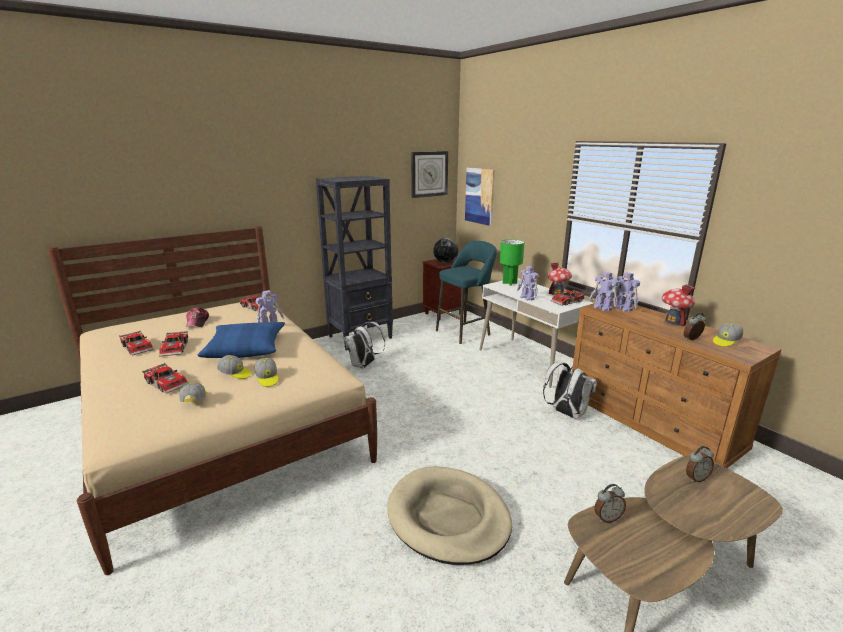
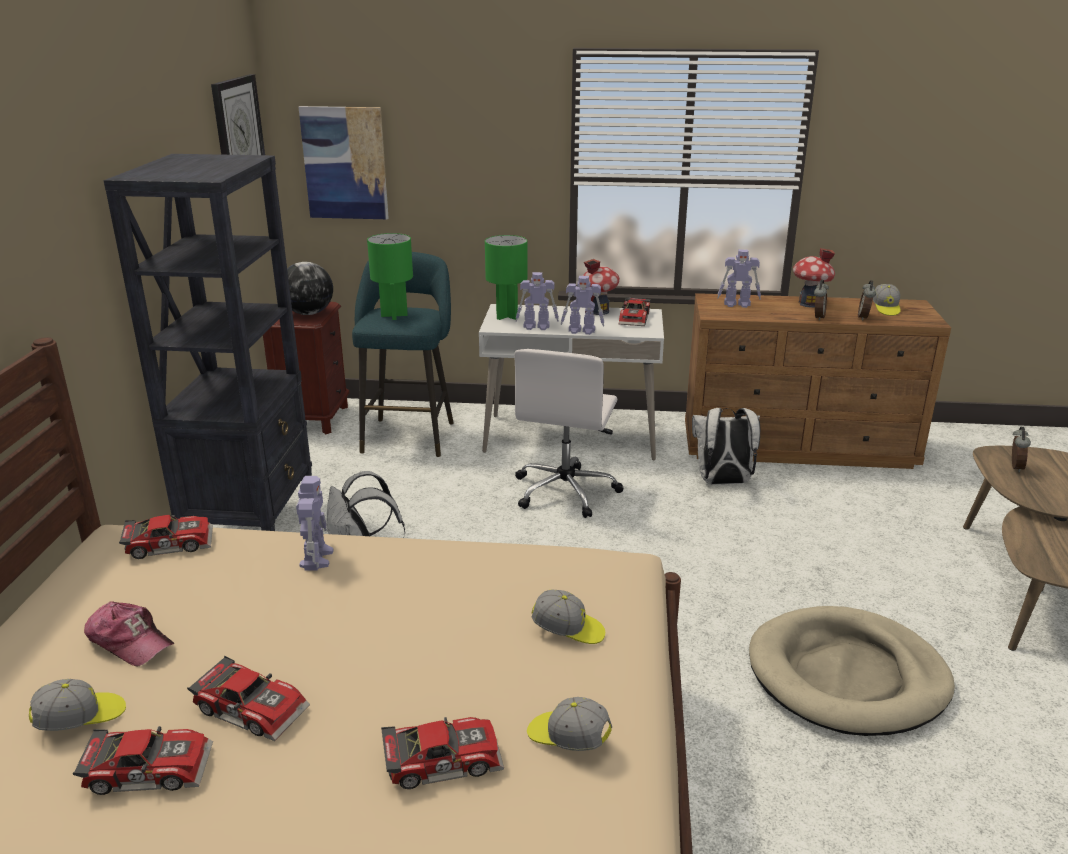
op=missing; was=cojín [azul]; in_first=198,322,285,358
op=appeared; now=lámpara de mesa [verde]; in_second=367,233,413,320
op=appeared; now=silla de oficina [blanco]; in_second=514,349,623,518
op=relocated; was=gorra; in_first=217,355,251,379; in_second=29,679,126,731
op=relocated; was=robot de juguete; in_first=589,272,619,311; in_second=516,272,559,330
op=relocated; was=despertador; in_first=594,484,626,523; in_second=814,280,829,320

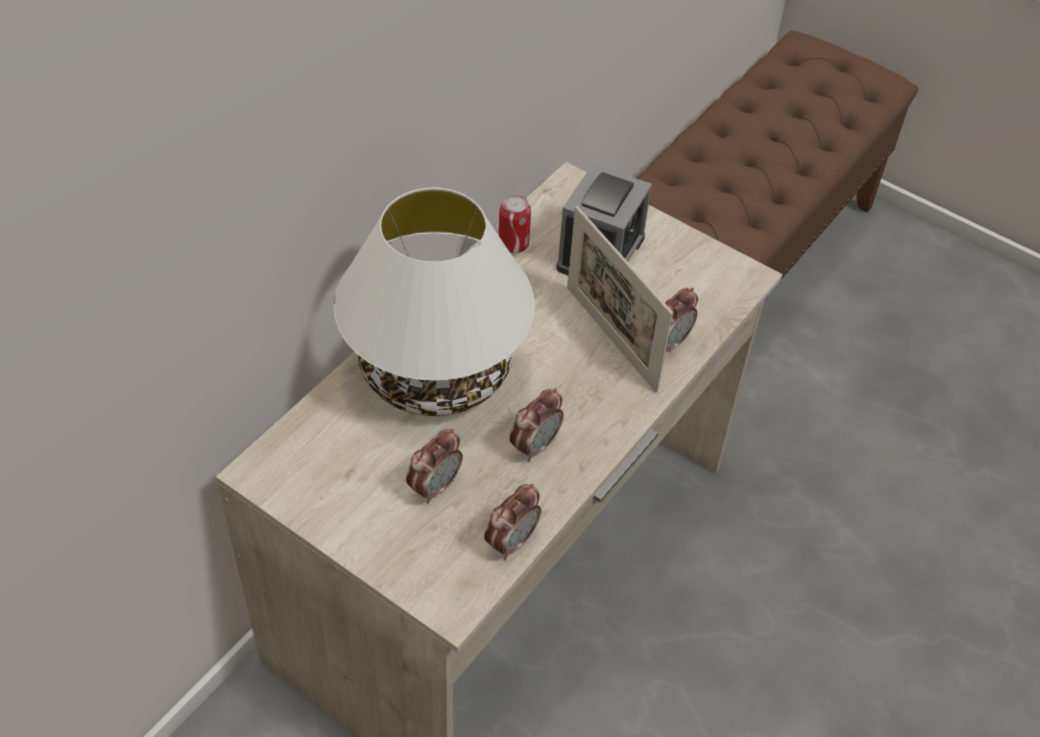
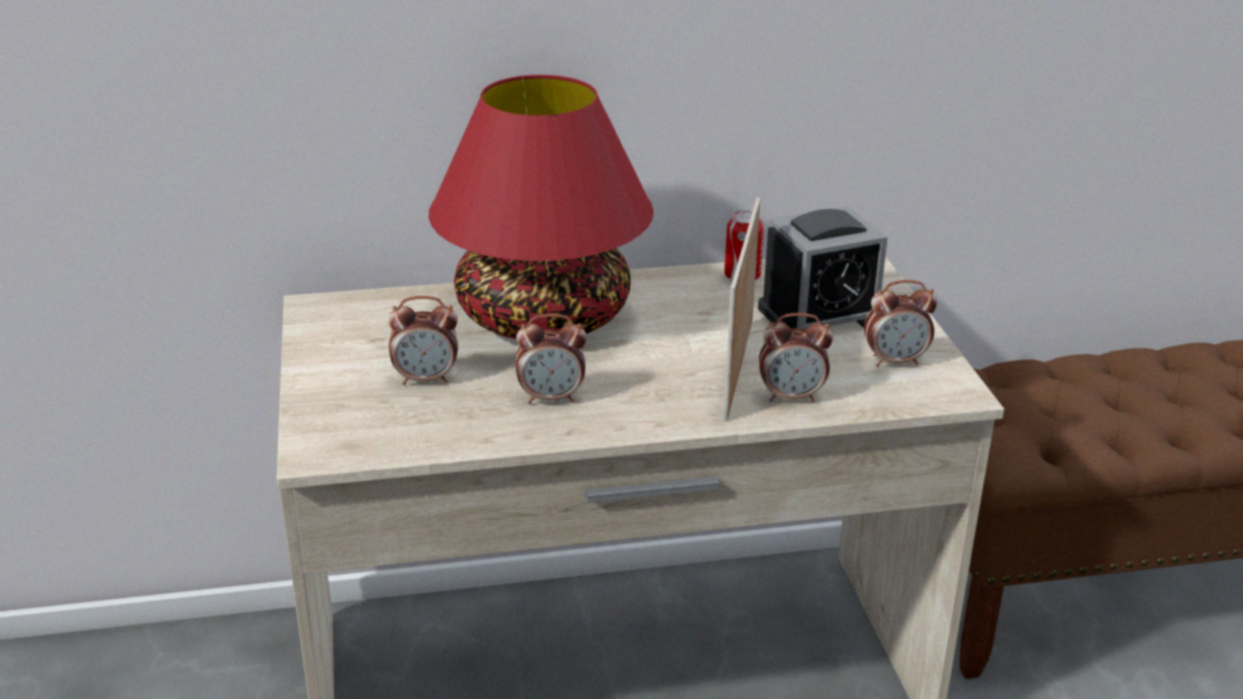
op=relocated; was=despertador; in_first=484,484,541,560; in_second=864,280,937,367
op=colour; was=lámpara de mesa [blanco]; now=lámpara de mesa [rojo]; in_first=334,188,535,416; in_second=429,75,654,339

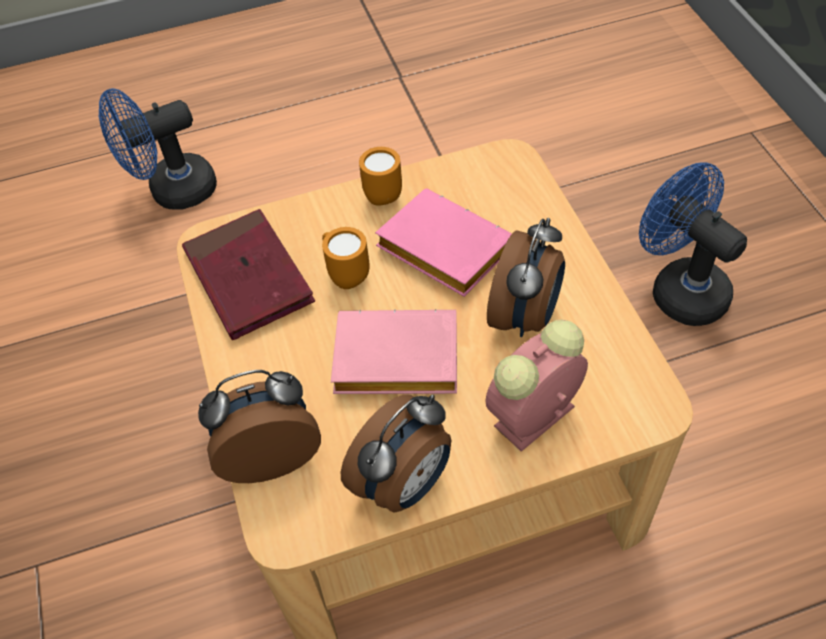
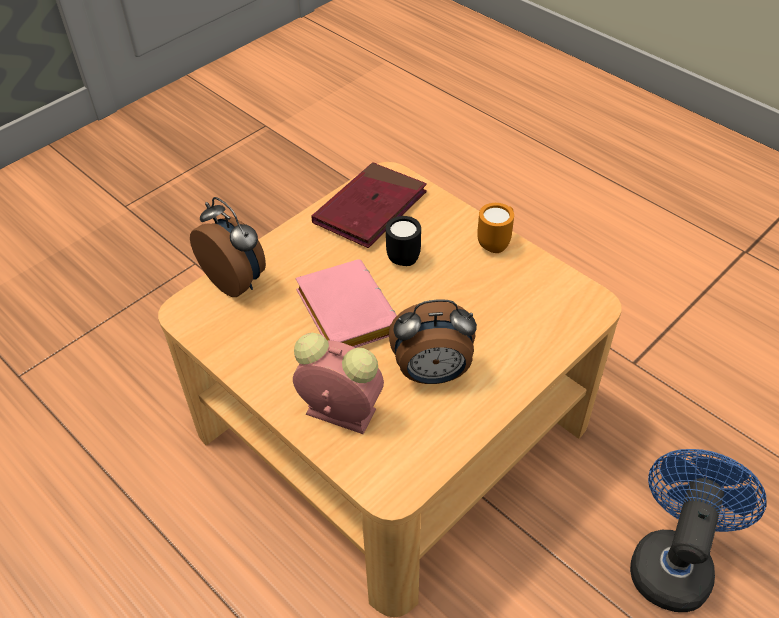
op=missing; was=ventilador [azul]; in_first=99,88,217,210
op=missing; was=despertador; in_first=341,394,451,513
op=missing; was=libro [rosa]; in_first=375,188,512,297
op=colour; was=taza grande [naranja]; now=taza grande [negro]; in_first=322,227,370,289; in_second=386,216,421,266

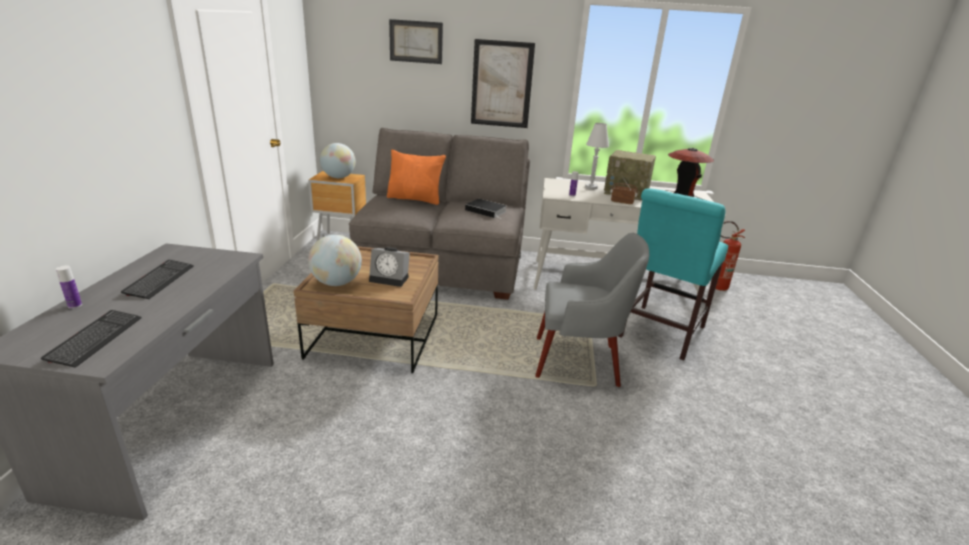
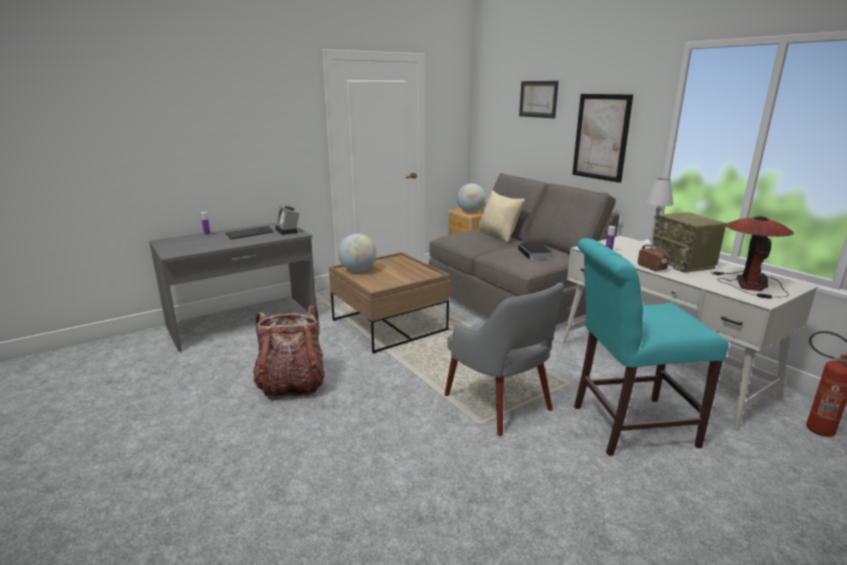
op=missing; was=teclado; in_first=41,310,142,368
op=appeared; now=mochila; in_second=253,305,325,401
op=relocated; was=despertador; in_first=369,247,410,287; in_second=275,206,299,235
op=colour; was=cojín [naranja]; now=cojín [beis]; in_first=387,150,446,205; in_second=479,190,525,242

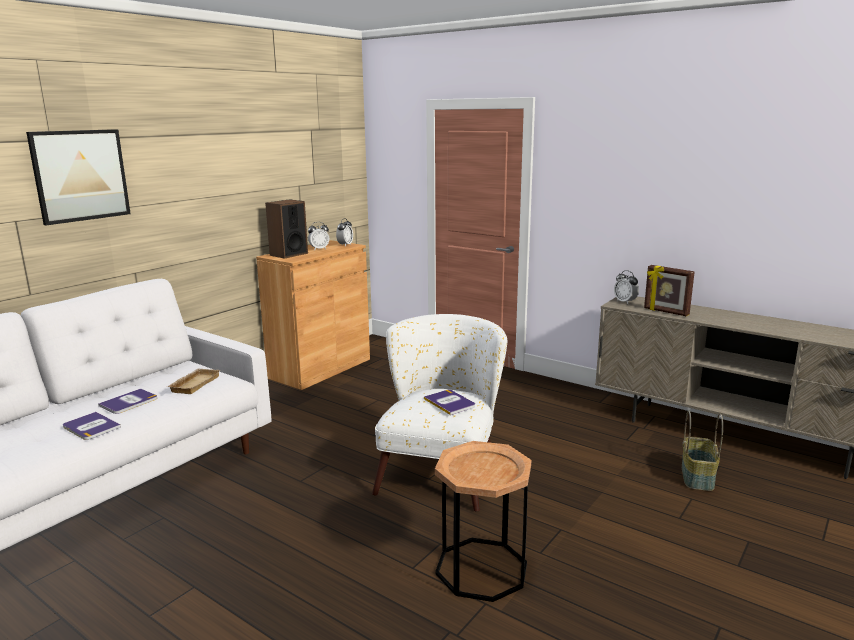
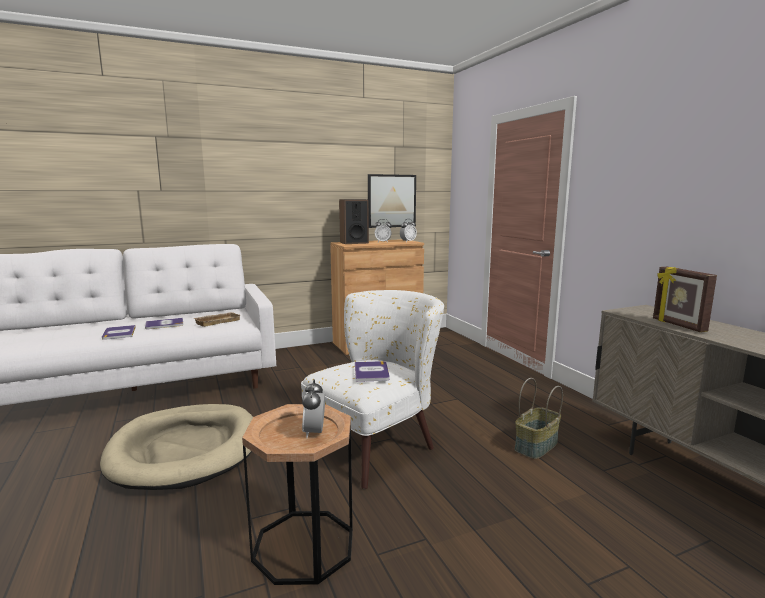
op=appeared; now=cama para perro [beis]; in_second=100,404,253,490
op=relocated; was=cuadro; in_first=26,129,131,225; in_second=368,174,416,228
op=relocated; was=despertador; in_first=614,270,639,304; in_second=302,379,325,438
op=relocated; was=cesta; in_first=682,411,723,491; in_second=515,378,563,459

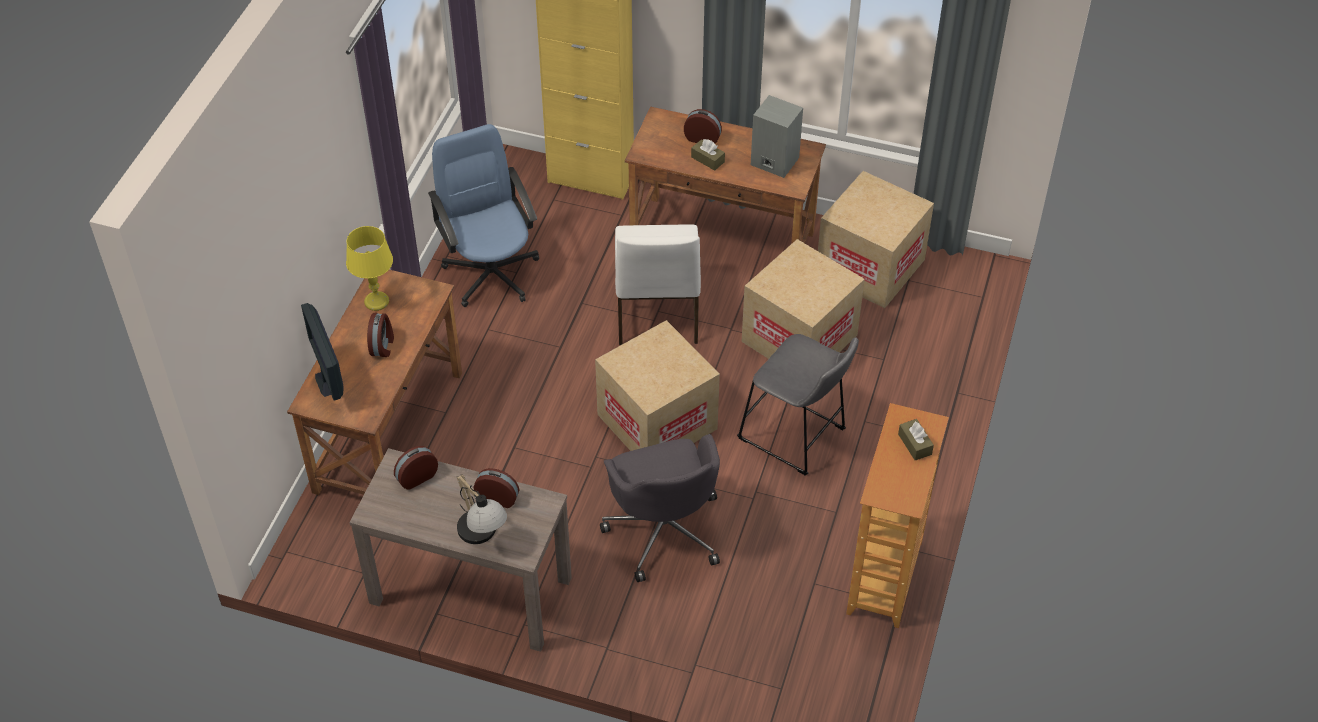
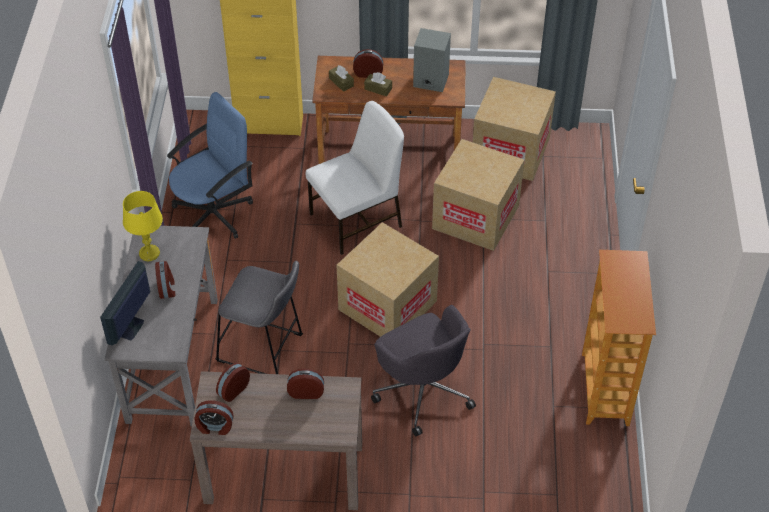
op=missing; was=lámpara de mesa; in_first=457,474,507,544
op=appeared; now=despertador; in_second=194,400,234,435
op=relocated; was=taburete [gris]; in_first=737,334,859,476; in_second=215,261,303,374
op=relocated; was=caja de pañuelos [marrón]; in_first=898,419,934,460; in_second=329,65,354,92
op=colour; was=escritorio [marrón]; now=escritorio [gris]; in_first=287,270,462,495; in_second=105,226,218,426
op=spun; was=monitor; in_first=301,303,344,401; in_second=100,261,150,345; clockwise=60
op=spun; was=silla de oficina [azul]; in_first=428,124,539,307; in_second=167,92,253,239; clockwise=90
op=spun; was=silla [blanco]; in_first=615,225,701,345; in_second=306,101,404,255; clockwise=-105

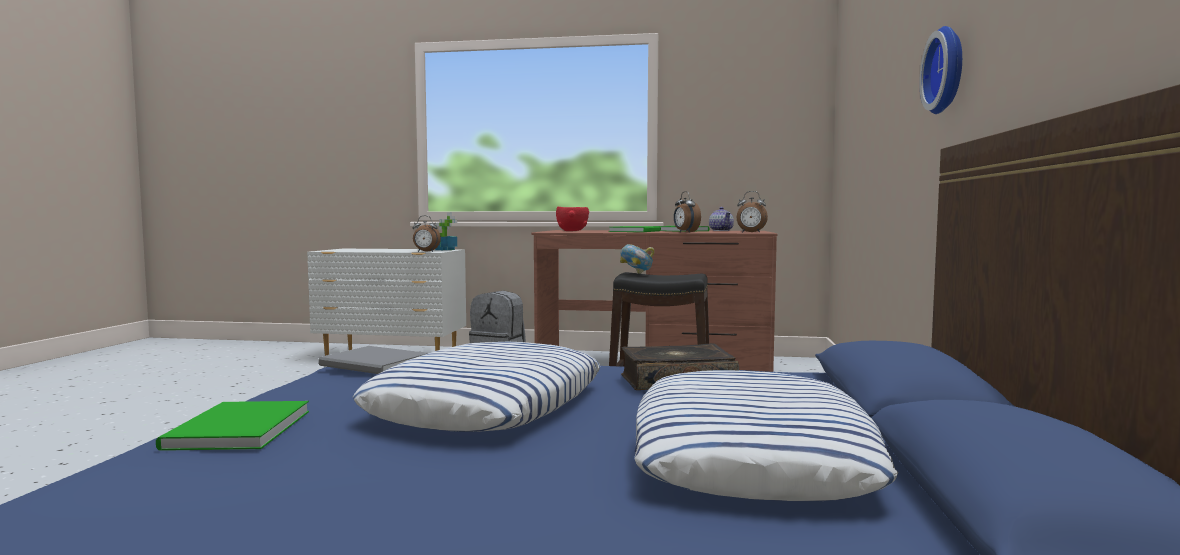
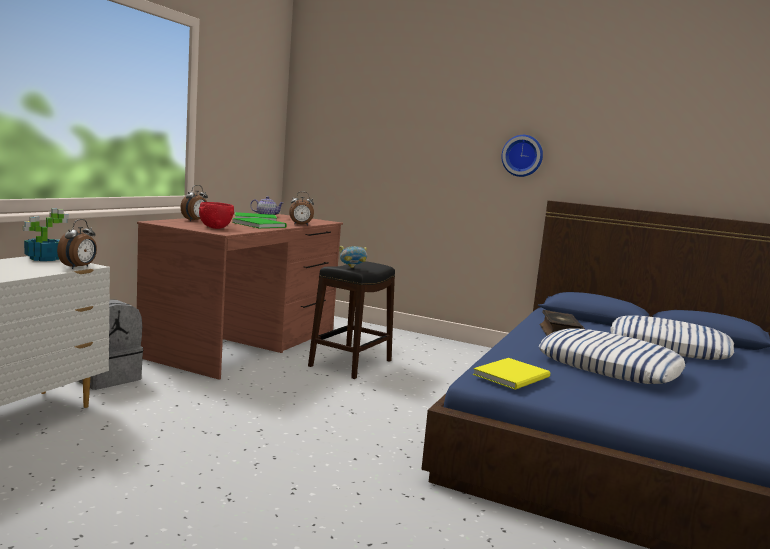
op=missing; was=libro [verde]; in_first=156,401,309,451
op=relocated; was=despertador; in_first=737,191,768,232; in_second=181,185,208,221
op=colour; was=libro [gris]; now=libro [amarillo]; in_first=318,346,428,374; in_second=473,358,550,390

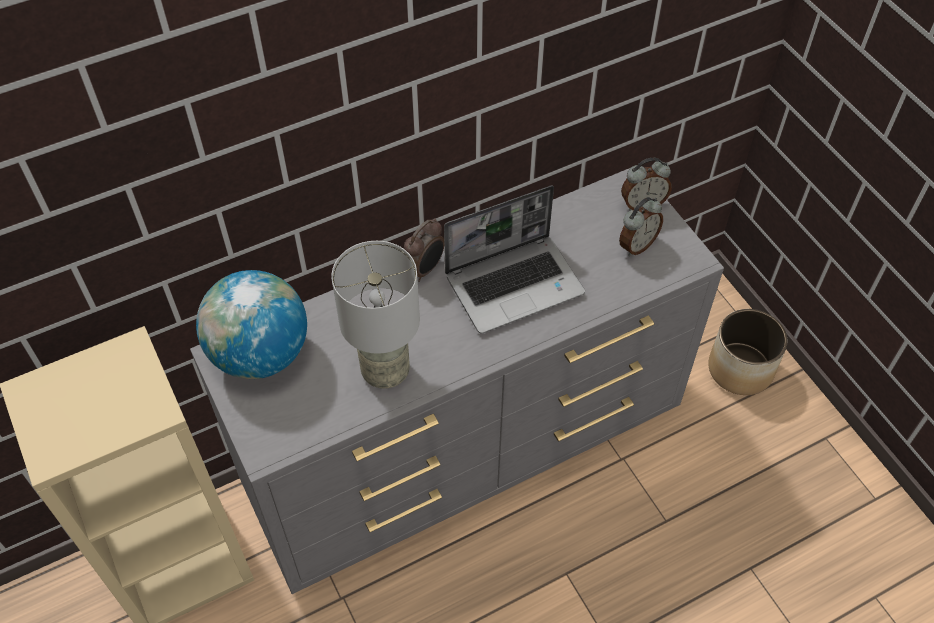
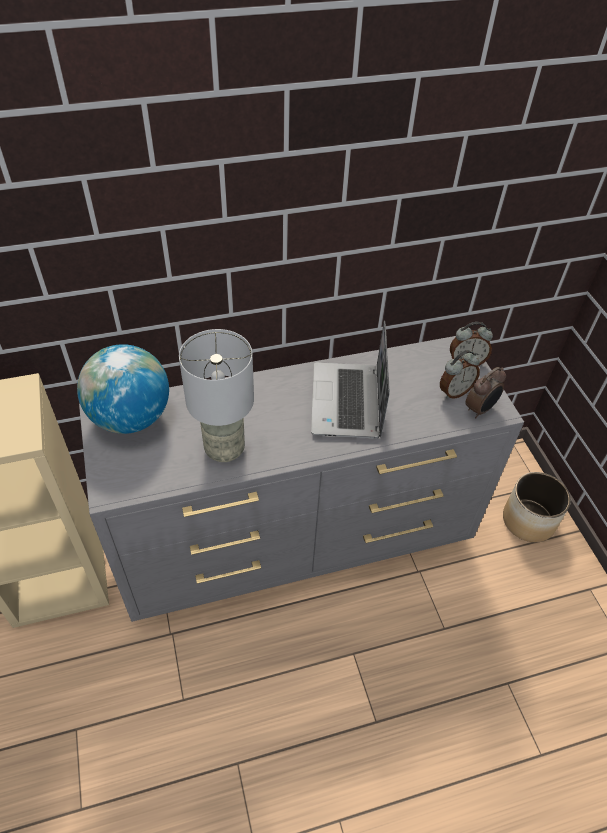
op=relocated; was=despertador; in_first=404,218,444,282; in_second=466,367,506,418
op=spun; was=portátil; in_first=444,185,585,334; in_second=311,321,390,439; clockwise=105

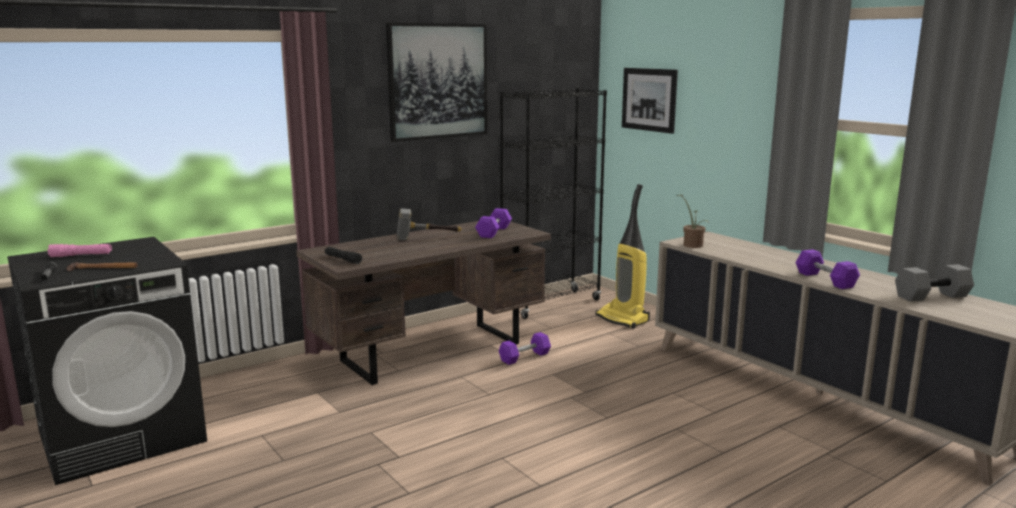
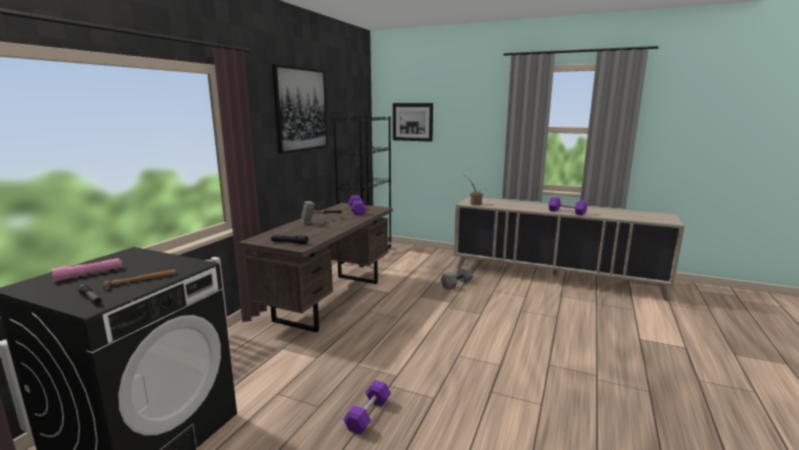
op=missing; was=aspiradora; in_first=595,184,650,329
op=relocated; was=mancuerna [morado]; in_first=499,332,551,365; in_second=343,380,391,435
op=relocated; was=mancuerna [gris]; in_first=895,264,974,301; in_second=441,266,473,290

